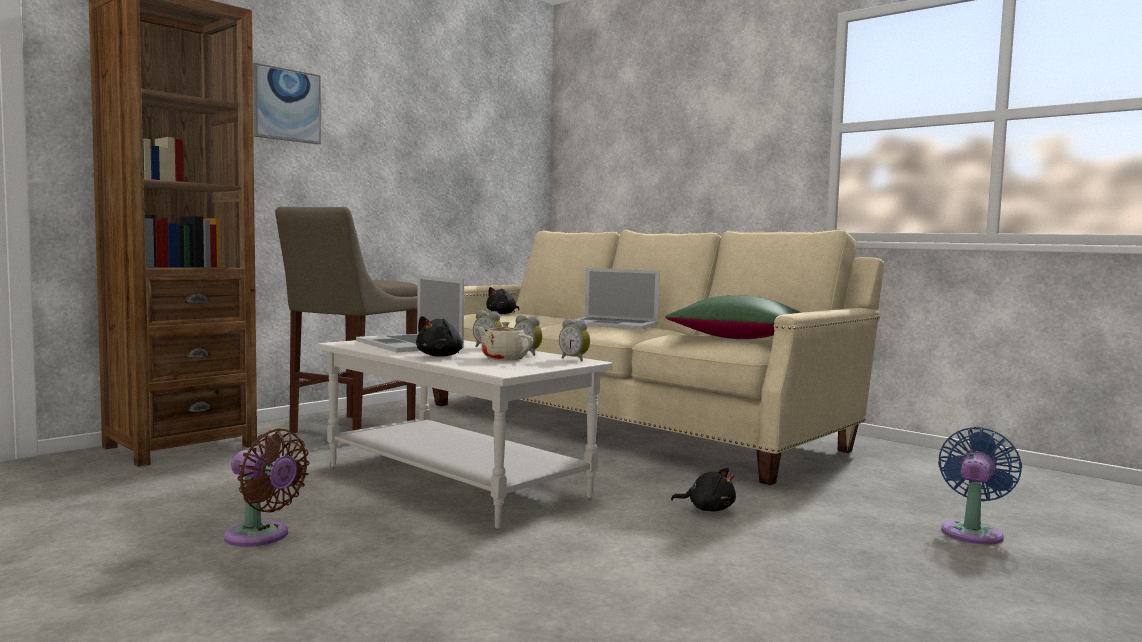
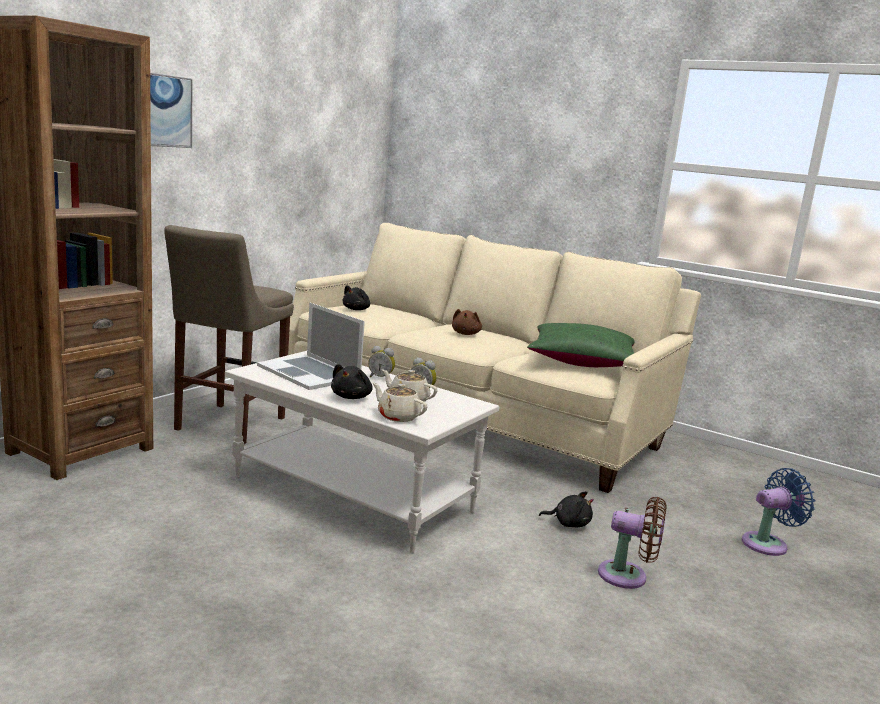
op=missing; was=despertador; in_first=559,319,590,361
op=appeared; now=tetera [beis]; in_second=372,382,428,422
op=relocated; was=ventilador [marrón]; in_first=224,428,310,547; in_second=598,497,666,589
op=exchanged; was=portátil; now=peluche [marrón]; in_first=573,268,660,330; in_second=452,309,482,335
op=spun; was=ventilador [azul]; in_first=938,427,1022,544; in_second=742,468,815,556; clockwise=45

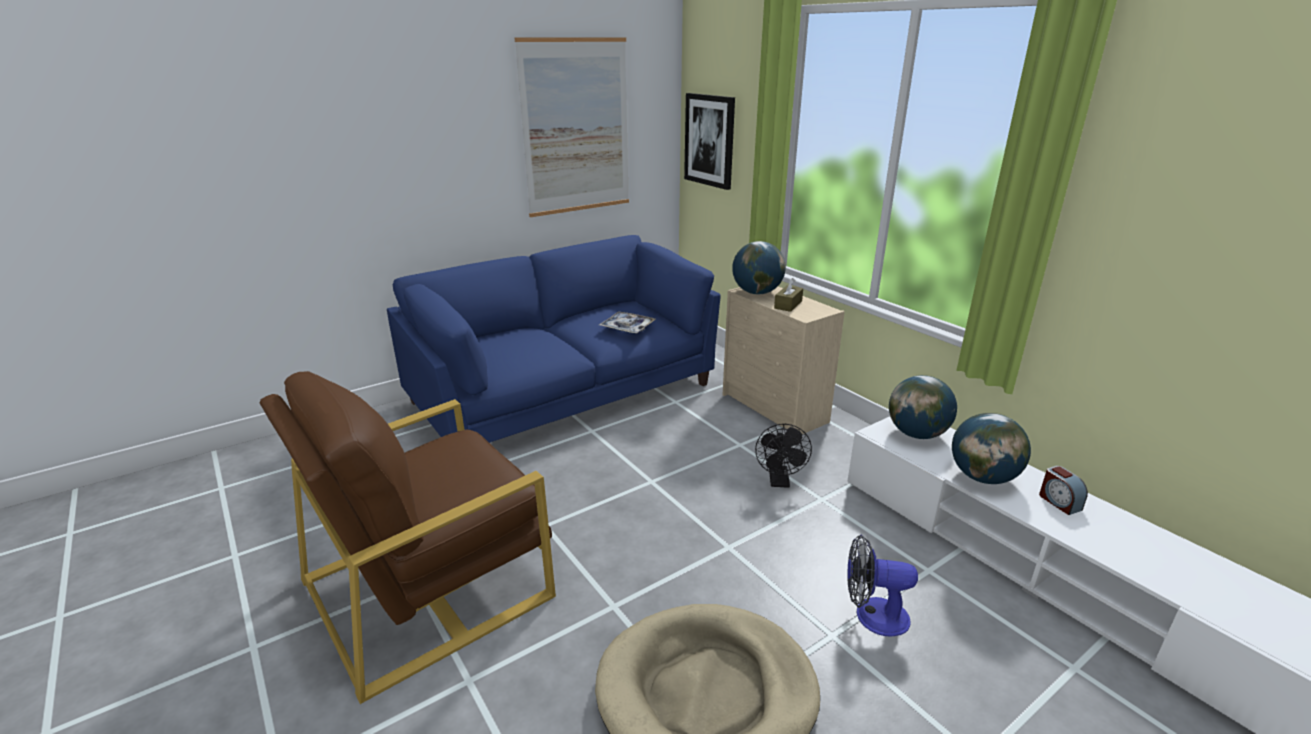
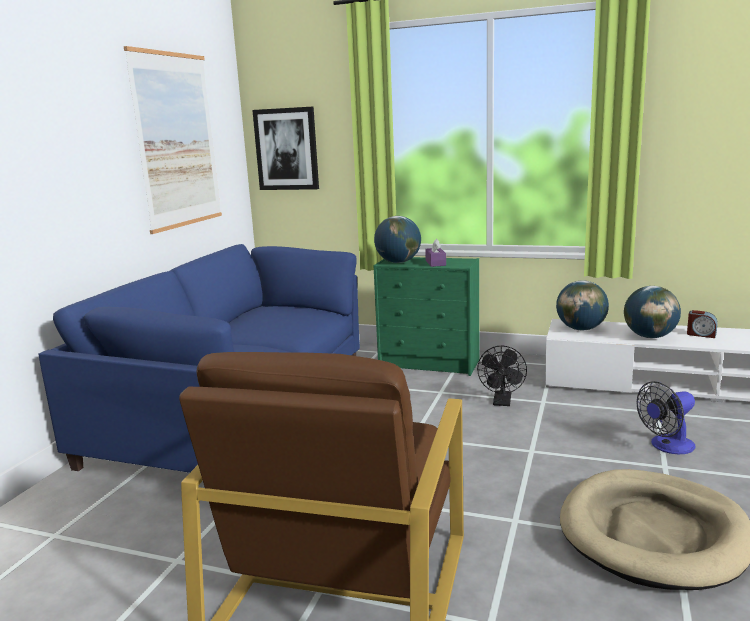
op=missing; was=bandeja; in_first=599,312,656,333
op=colour; was=cómoda [beis]; now=cómoda [verde]; in_first=723,287,845,434; in_second=374,257,479,376
op=colour; was=caja de pañuelos [marrón]; now=caja de pañuelos [morado]; in_first=774,278,803,312; in_second=425,239,446,267
op=spun; was=ventilador [negro]; in_first=755,424,812,488; in_second=477,345,527,406; clockwise=45

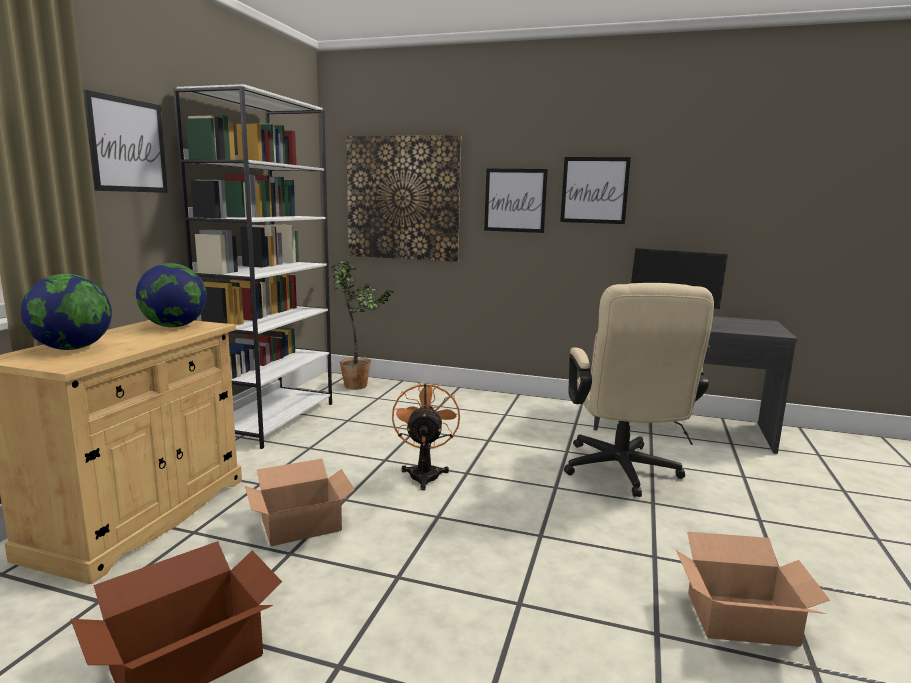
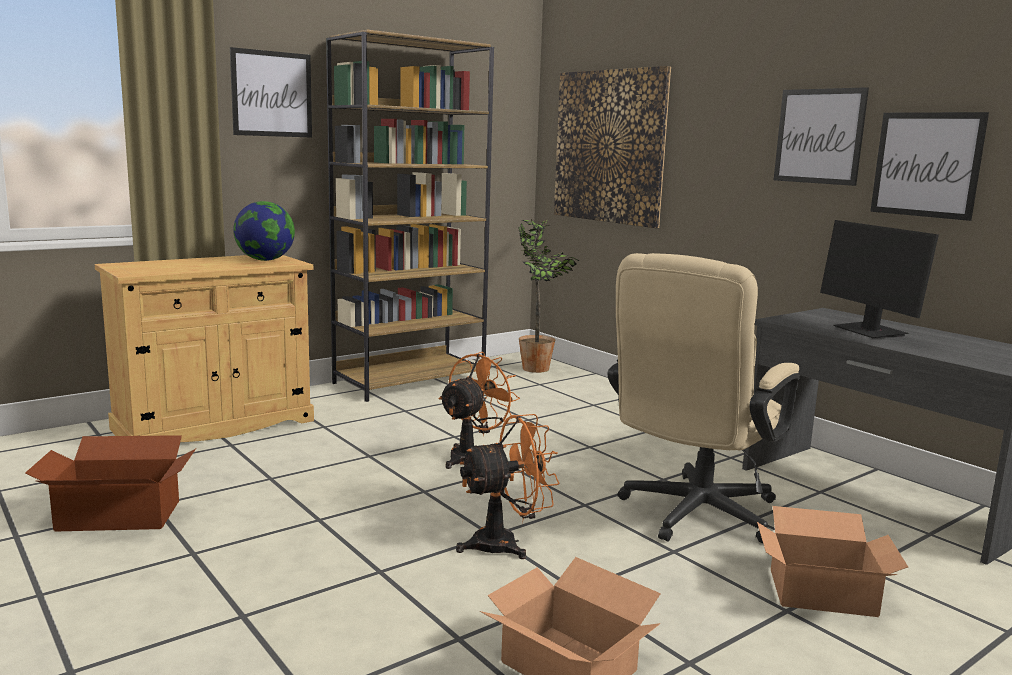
op=missing; was=globo terráqueo; in_first=21,274,112,350
op=appeared; now=ventilador [naranja]; in_second=456,414,559,559
op=relocated; was=caja de cartón; in_first=245,459,355,546; in_second=757,506,908,617
op=relocated; was=cuadro; in_first=484,169,548,233; in_second=870,112,989,221
op=colour; was=estantería [blanco]; now=estantería [marrón]; in_first=173,84,332,449; in_second=326,30,494,402

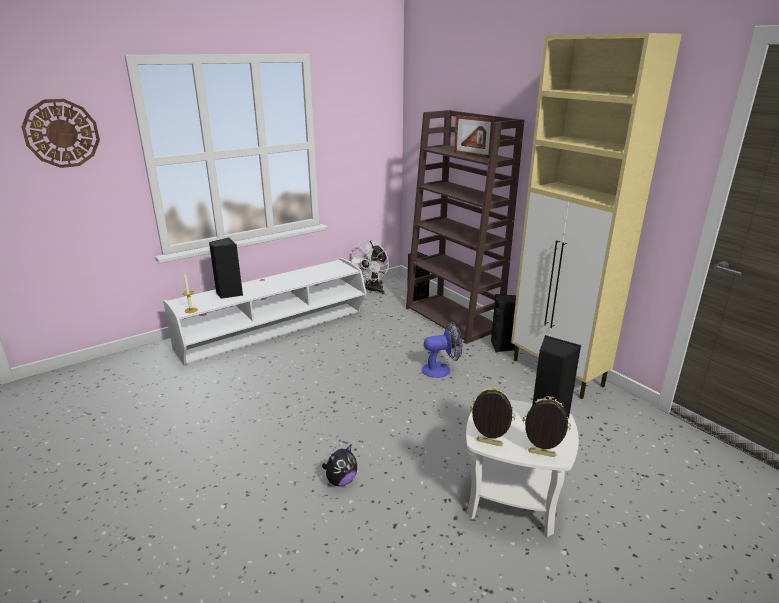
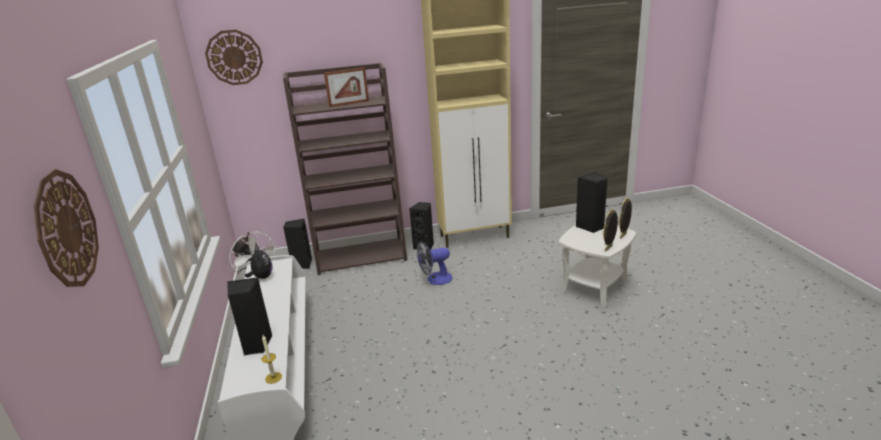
op=appeared; now=reloj de pared; in_second=205,30,263,85
op=relocated; was=peluche; in_first=322,445,357,487; in_second=245,248,273,279
op=spun; was=ventilador; in_first=422,322,462,378; in_second=417,242,452,285; clockwise=-120

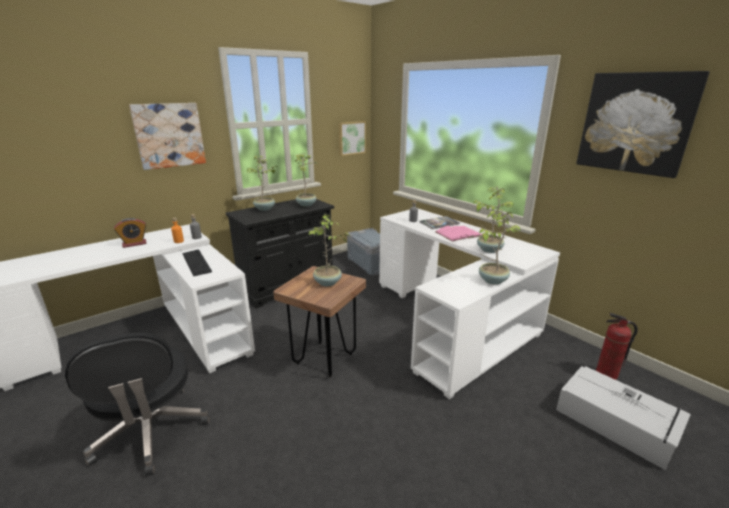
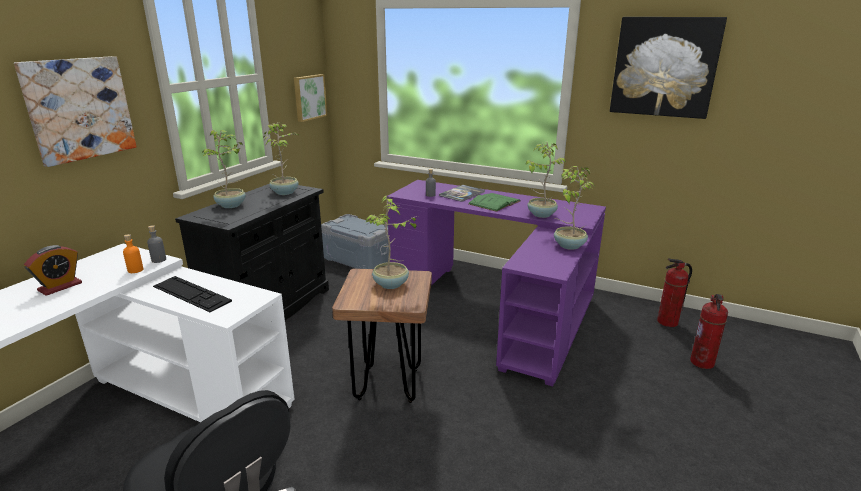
op=exchanged; was=caja de almacenaje [gris]; now=extintor; in_first=556,366,691,470; in_second=690,294,728,369
op=colour; was=escritorio [blanco]; now=escritorio [morado]; in_first=379,209,560,399; in_second=387,180,606,386
op=colour; was=libro [rosa]; now=libro [verde]; in_first=436,226,482,241; in_second=468,193,520,212

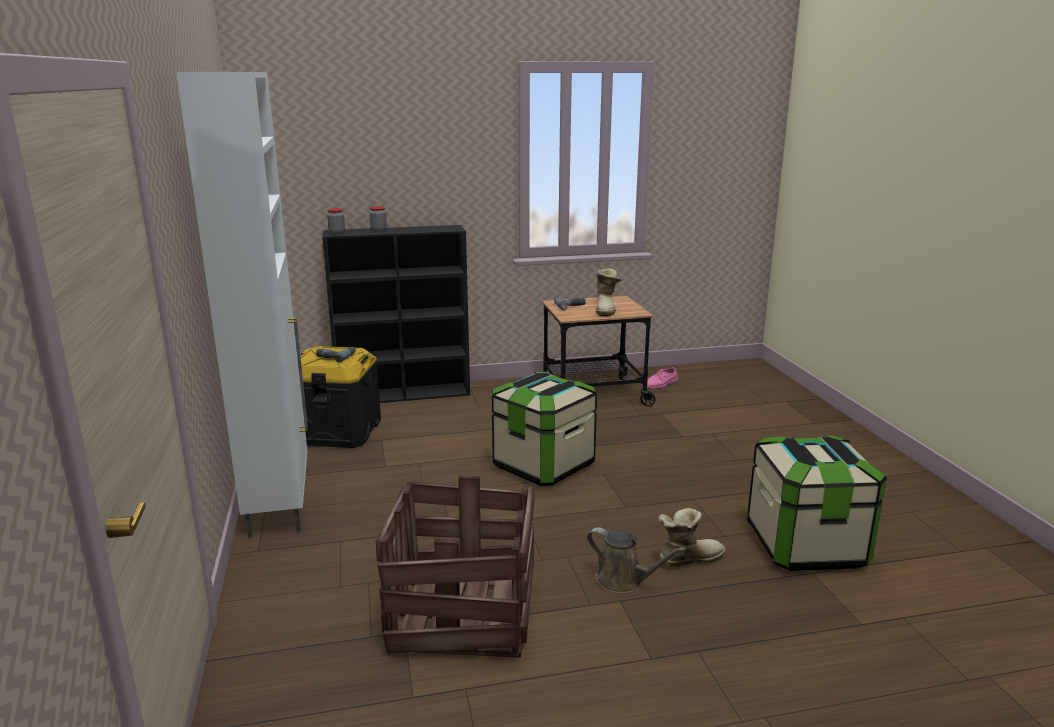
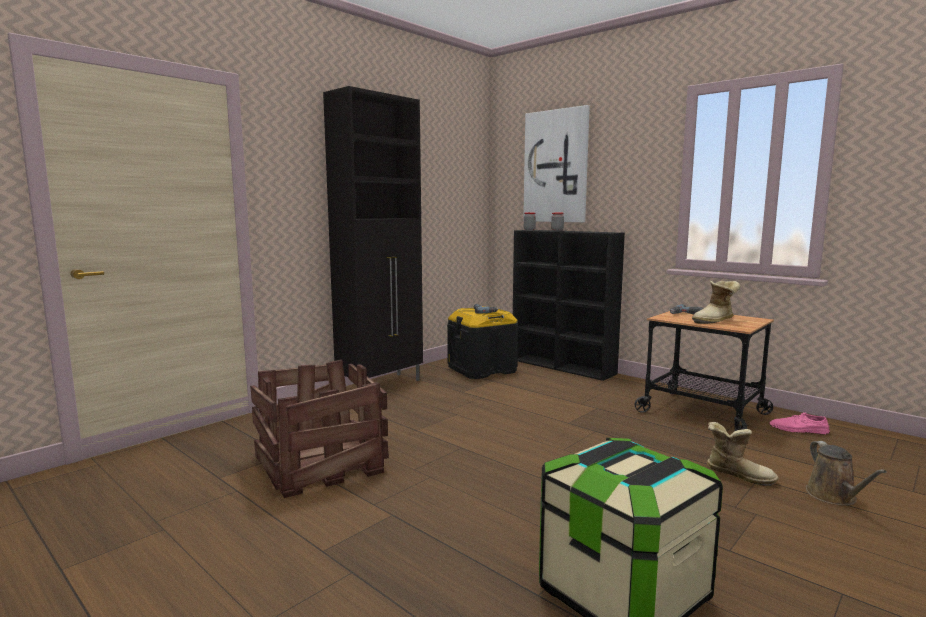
op=missing; was=caja de almacenaje; in_first=492,372,597,486
op=appeared; now=cuadro; in_second=523,105,590,222
op=relocated; was=regadera [marrón]; in_first=587,527,686,594; in_second=806,441,887,506
op=relocated; was=bota; in_first=658,508,725,567; in_second=707,422,778,486
op=colour; was=armario [blanco]; now=armario [negro]; in_first=176,72,308,538; in_second=323,86,423,381

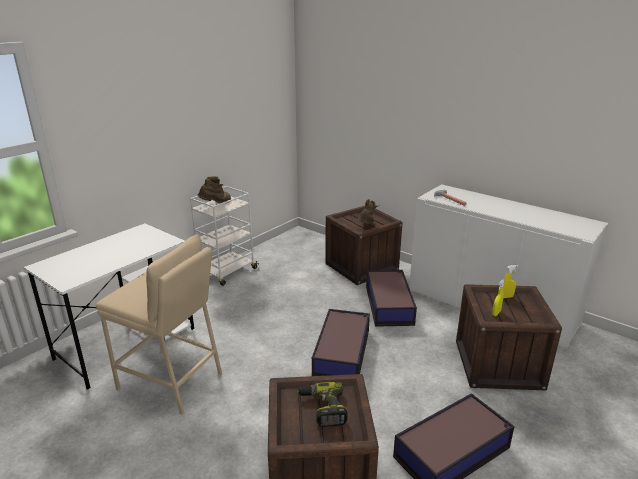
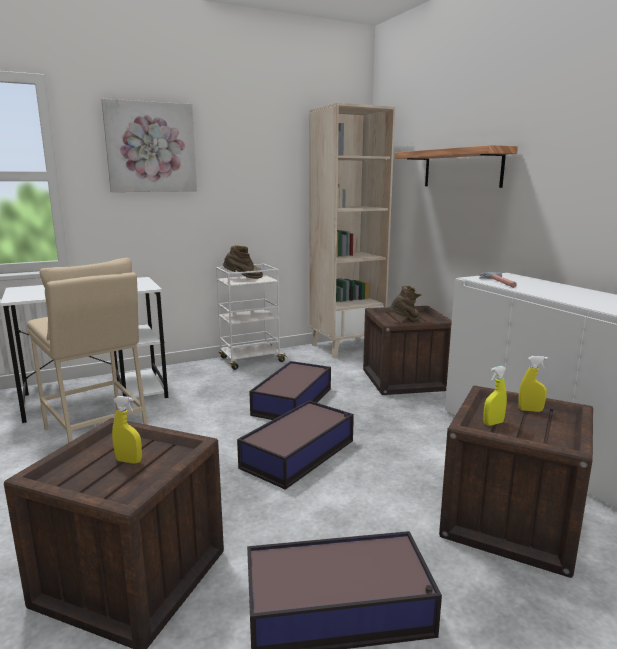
op=appeared; now=cuadro; in_second=101,99,197,192
op=appeared; now=estantería [beis]; in_second=309,103,395,358
op=appeared; now=estante; in_second=395,145,518,188
op=relocated; was=caja de almacenaje; in_first=366,270,417,327; in_second=249,361,331,420
op=exchanged; was=taladro; now=pulverizador [amarillo]; in_first=297,382,348,427; in_second=112,396,142,463

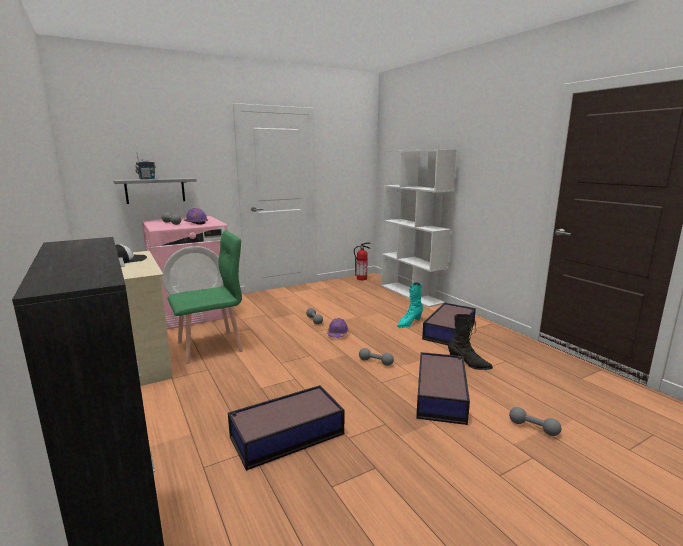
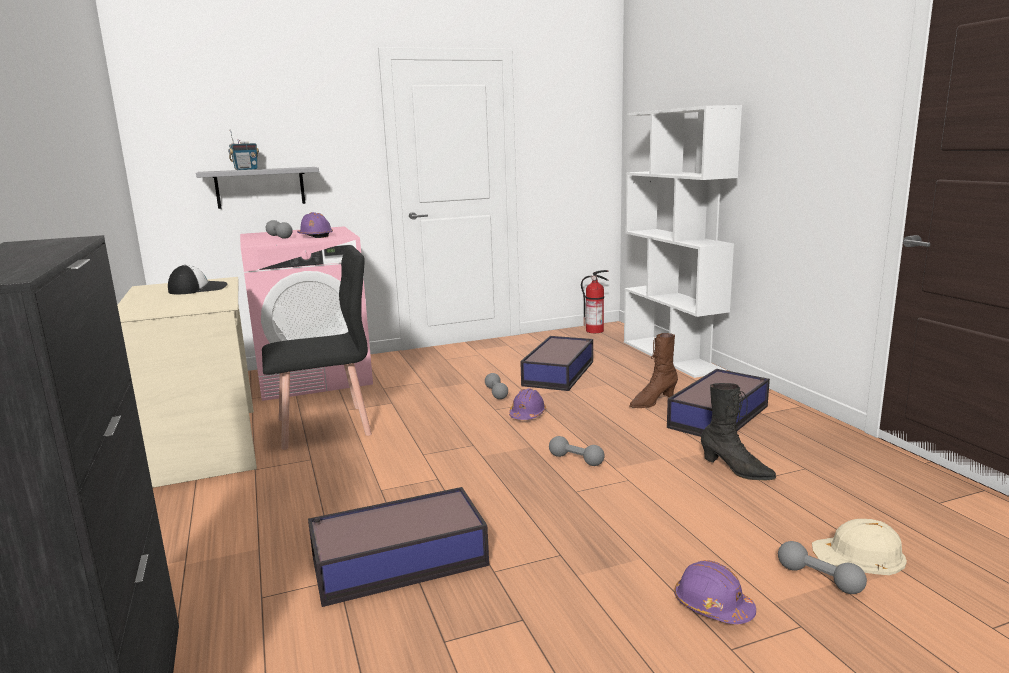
op=appeared; now=casco [morado]; in_second=674,560,756,624
op=appeared; now=casco [beis]; in_second=812,519,907,575
op=relocated; was=caja de almacenaje; in_first=416,352,470,425; in_second=520,336,593,391
op=colour; was=silla [verde]; now=silla [negro]; in_first=167,231,243,364; in_second=262,245,372,450
op=colour; was=bota [turquesa]; now=bota [marrón]; in_first=397,282,423,328; in_second=629,333,678,408

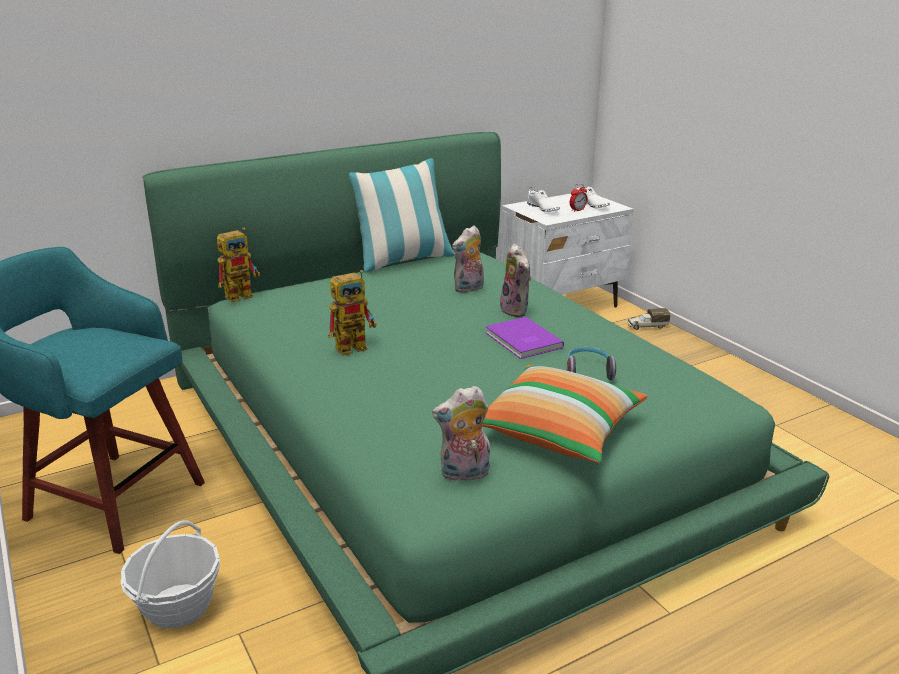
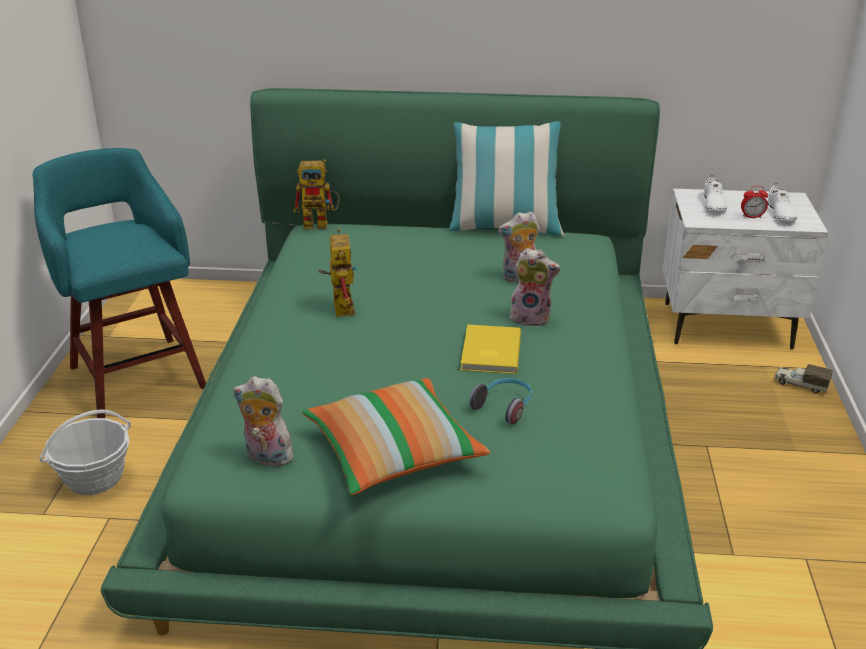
op=colour; was=libro [morado]; now=libro [amarillo]; in_first=485,317,564,359; in_second=460,324,521,374
op=spun; was=robot de juguete; in_first=328,270,377,355; in_second=319,228,357,317; clockwise=-105
op=spun; was=peluche; in_first=500,244,531,317; in_second=510,248,561,327; clockwise=-90

